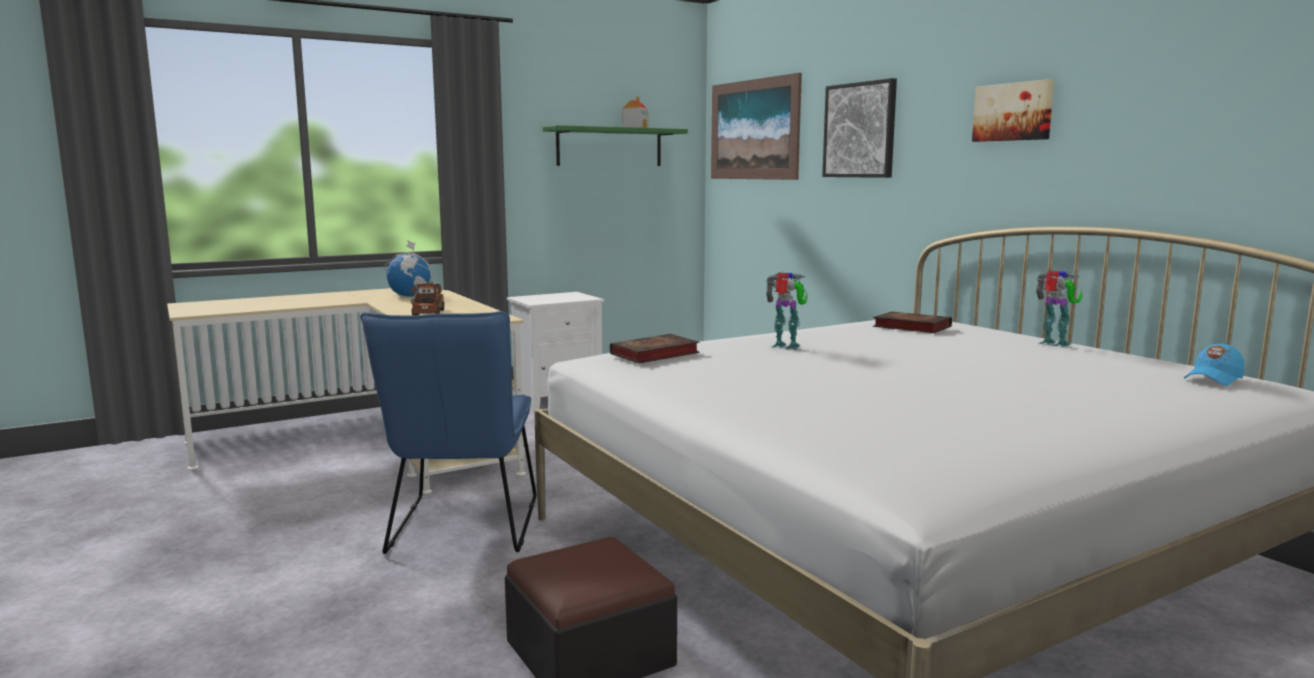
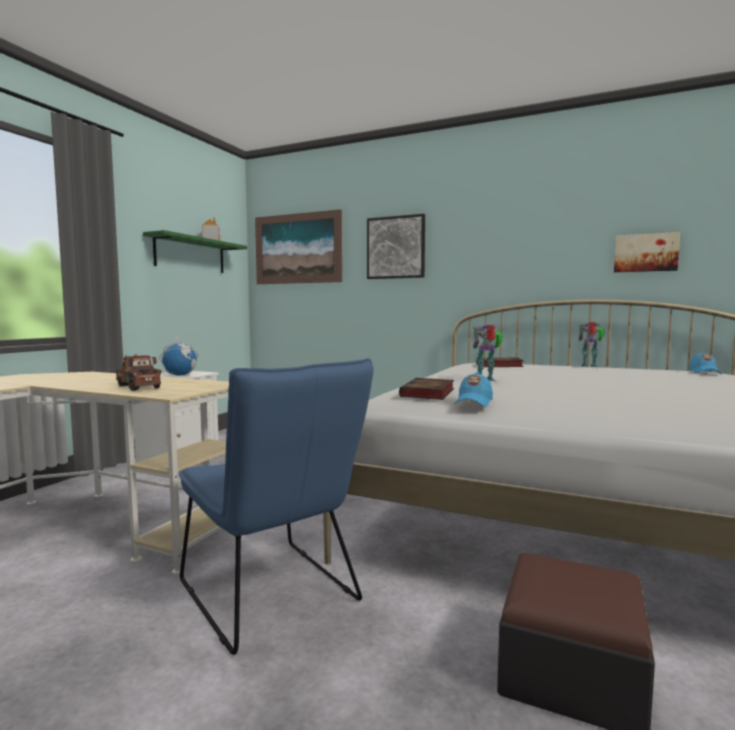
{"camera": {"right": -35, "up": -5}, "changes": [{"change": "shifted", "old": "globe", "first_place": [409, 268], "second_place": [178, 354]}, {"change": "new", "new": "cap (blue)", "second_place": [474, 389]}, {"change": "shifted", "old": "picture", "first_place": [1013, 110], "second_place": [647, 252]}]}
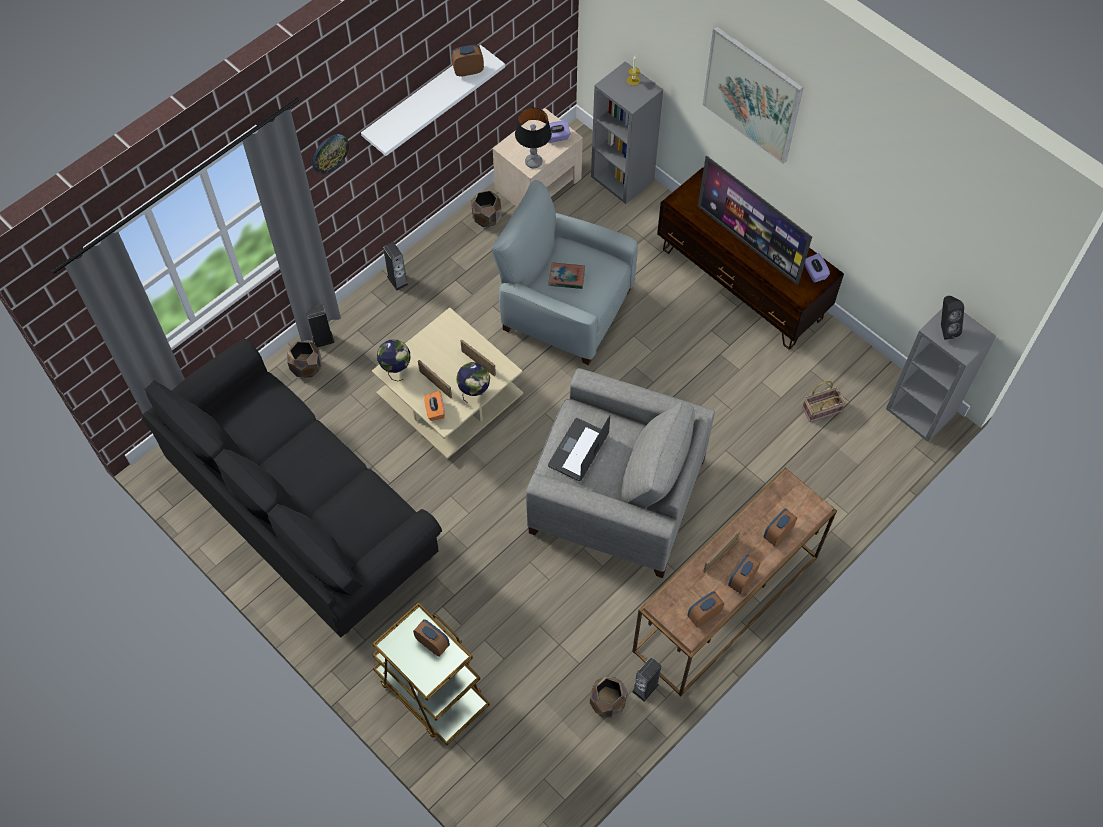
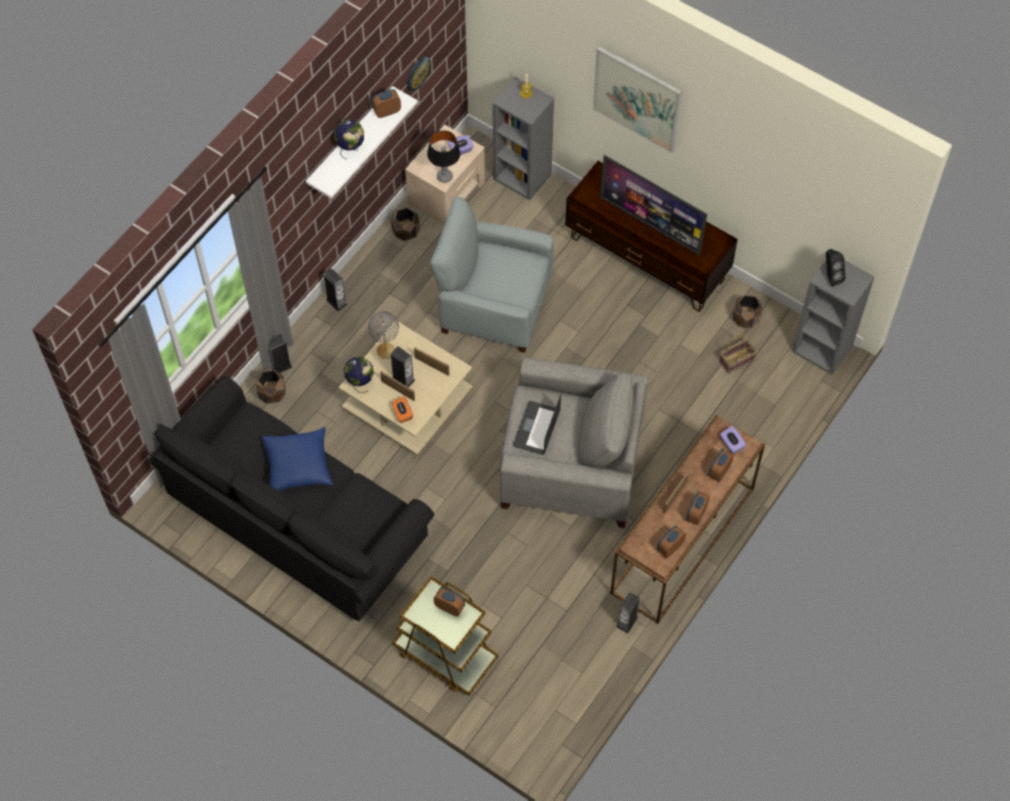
{"camera": {"right": -10, "up": 0}, "changes": [{"change": "new", "new": "pillow (blue)", "second_place": [297, 459]}, {"change": "shifted", "old": "globe", "first_place": [473, 382], "second_place": [349, 139]}, {"change": "new", "new": "table lamp (grey)", "second_place": [383, 335]}, {"change": "new", "new": "speaker", "second_place": [403, 366]}, {"change": "shifted", "old": "wall clock", "first_place": [330, 154], "second_place": [419, 74]}, {"change": "shifted", "old": "tissue box (purple)", "first_place": [817, 268], "second_place": [733, 440]}, {"change": "shifted", "old": "planter (brown)", "first_place": [609, 697], "second_place": [747, 311]}, {"change": "gone", "old": "book", "first_place": [566, 275]}]}
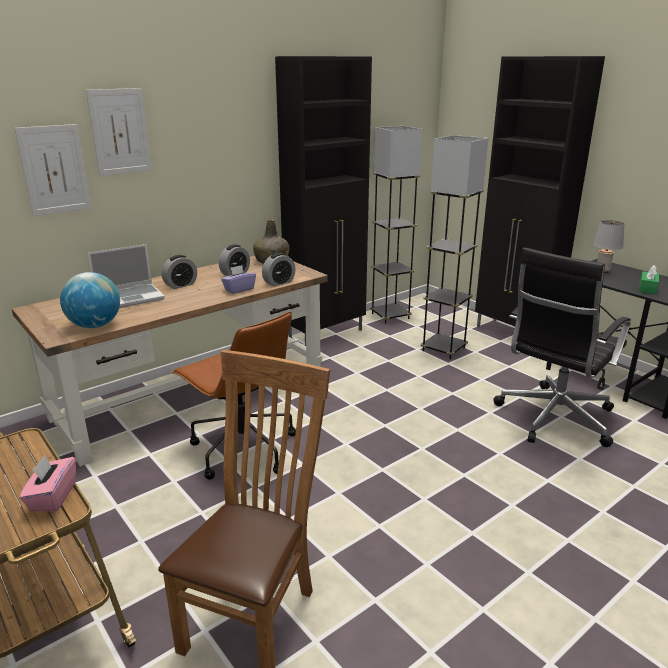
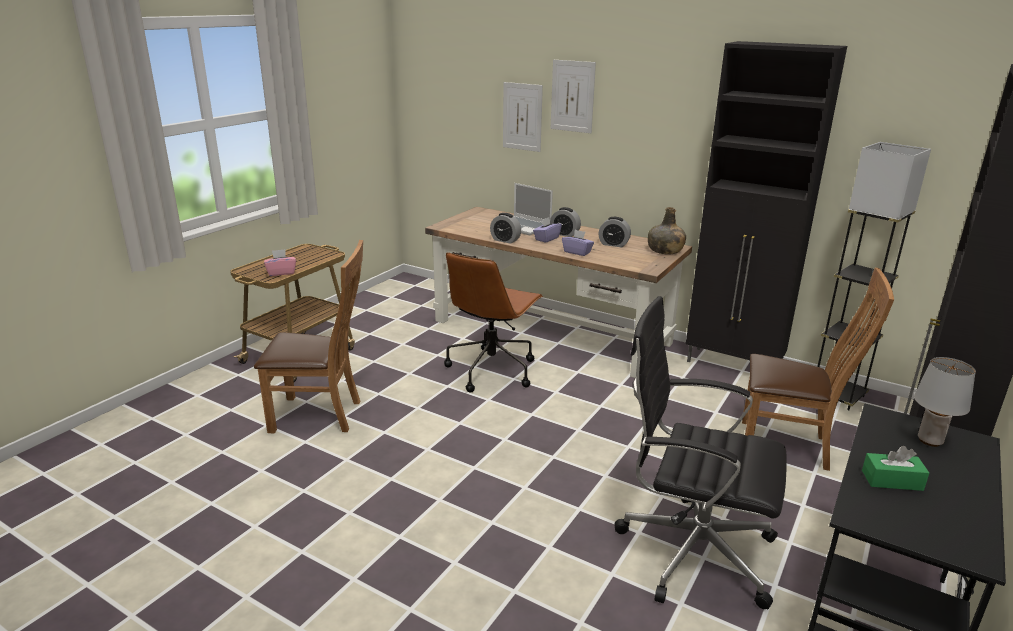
{"camera": {"right": 70, "up": 0}, "changes": [{"change": "shifted", "old": "alarm clock", "first_place": [278, 270], "second_place": [505, 228]}, {"change": "new", "new": "tissue box (purple)", "second_place": [547, 230]}, {"change": "swapped", "old": "floor lamp (grey)", "new": "chair (brown)", "first_place": [454, 247], "second_place": [818, 369]}, {"change": "gone", "old": "globe", "first_place": [90, 300]}]}
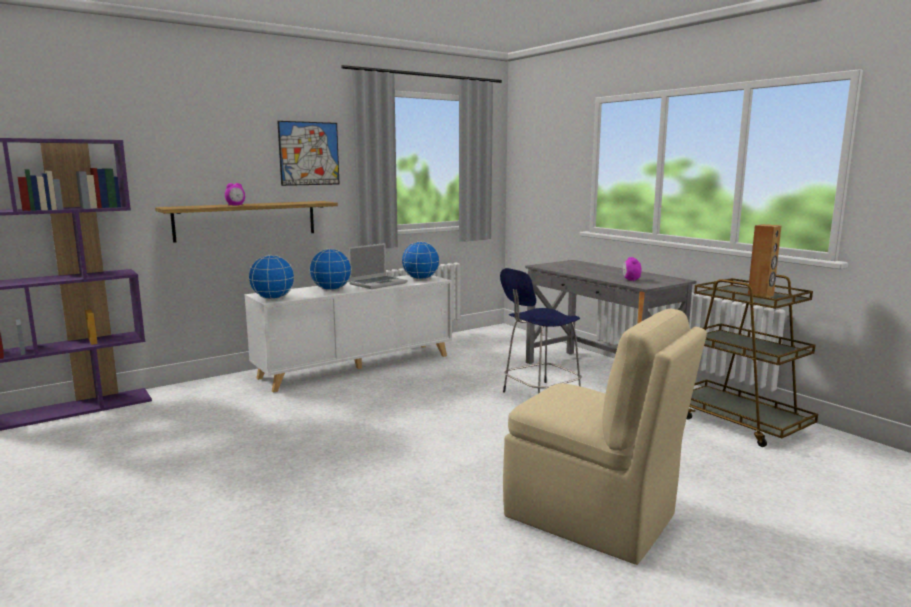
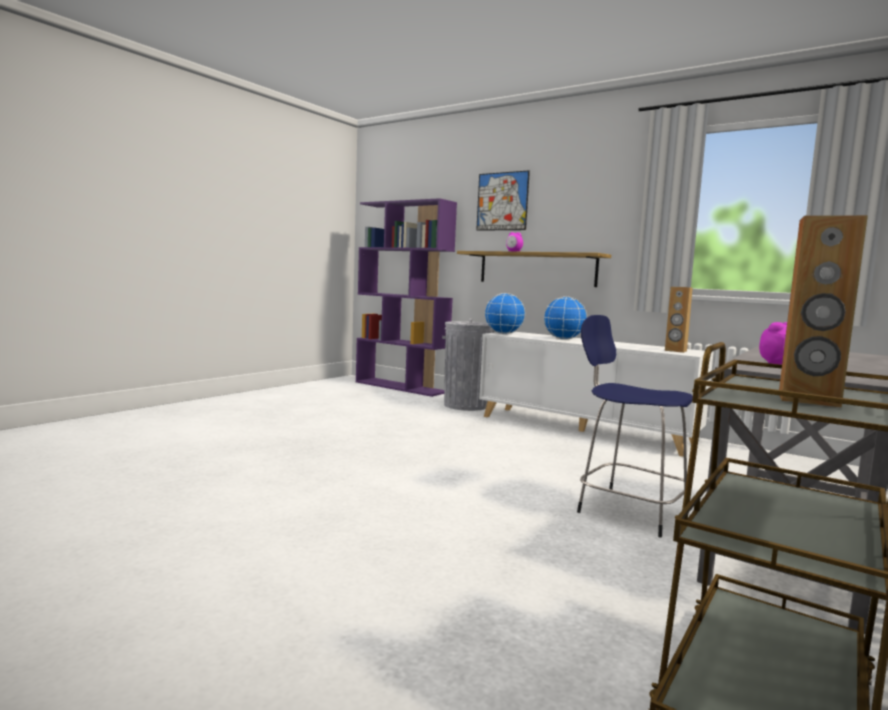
{"camera": {"right": 70, "up": -5}, "changes": [{"change": "new", "new": "trash can (grey)", "second_place": [468, 365]}, {"change": "shifted", "old": "picture", "first_place": [308, 153], "second_place": [503, 200]}, {"change": "swapped", "old": "globe", "new": "speaker (brown)", "first_place": [420, 260], "second_place": [679, 319]}, {"change": "gone", "old": "laptop", "first_place": [377, 266]}, {"change": "gone", "old": "chair (beige)", "first_place": [605, 436]}]}
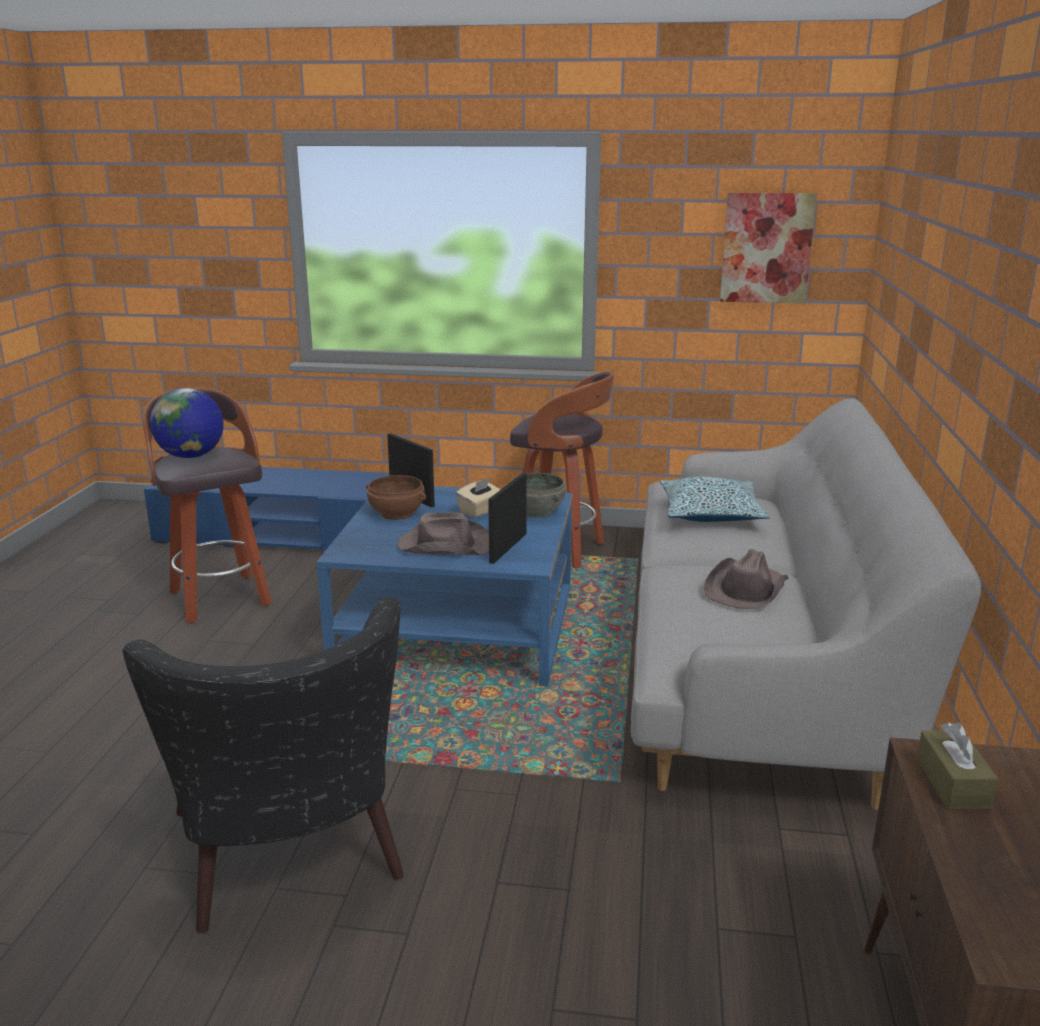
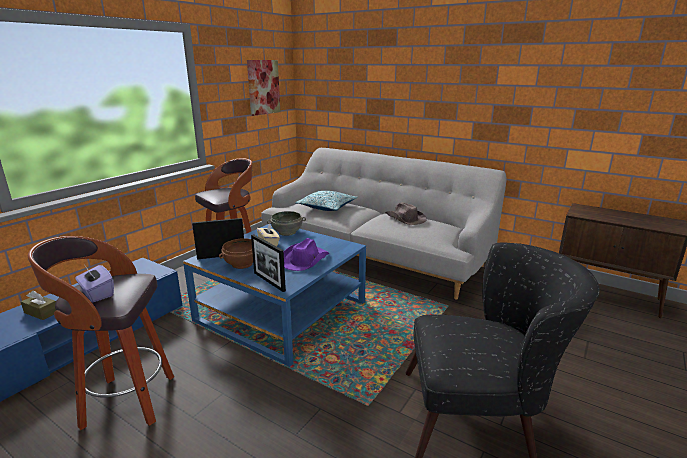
{"camera": {"right": -65, "up": 0}, "changes": [{"change": "shifted", "old": "tissue box (brown)", "first_place": [958, 765], "second_place": [38, 305]}, {"change": "swapped", "old": "globe", "new": "tissue box (purple)", "first_place": [187, 423], "second_place": [94, 283]}, {"change": "shifted", "old": "picture frame", "first_place": [507, 518], "second_place": [268, 263]}, {"change": "repainted", "old": "hat (brown)", "new": "hat (purple)", "first_place": [443, 533], "second_place": [307, 254]}]}
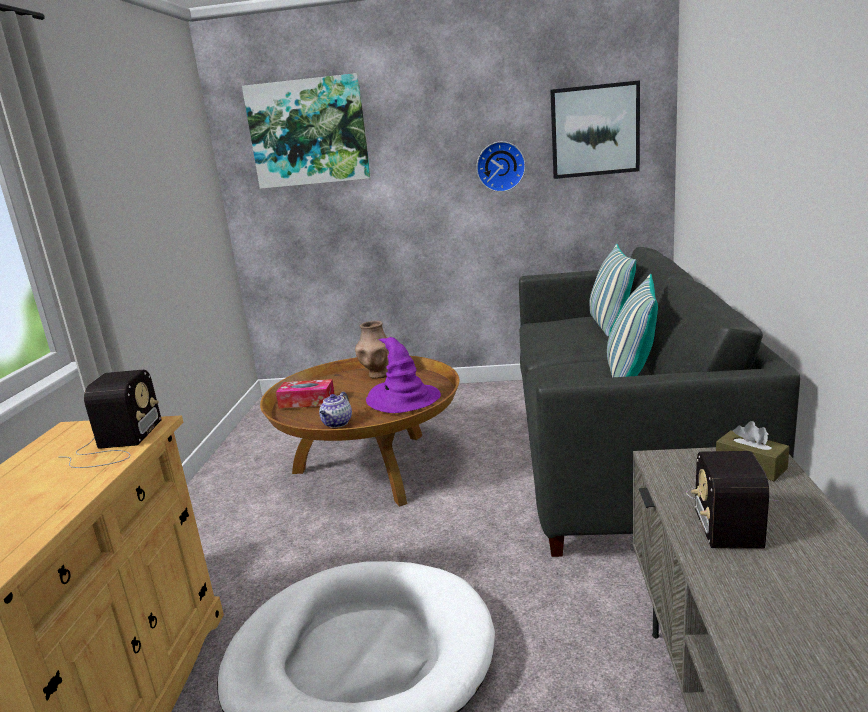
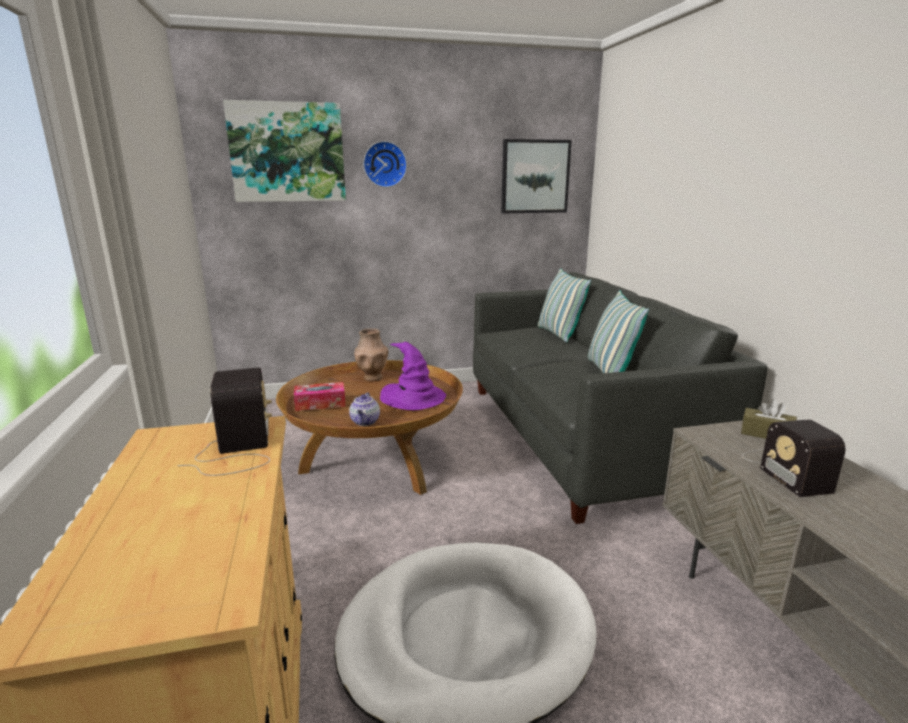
{"camera": {"right": -20, "up": 0}, "changes": [{"change": "shifted", "old": "wall clock", "first_place": [501, 166], "second_place": [385, 164]}]}
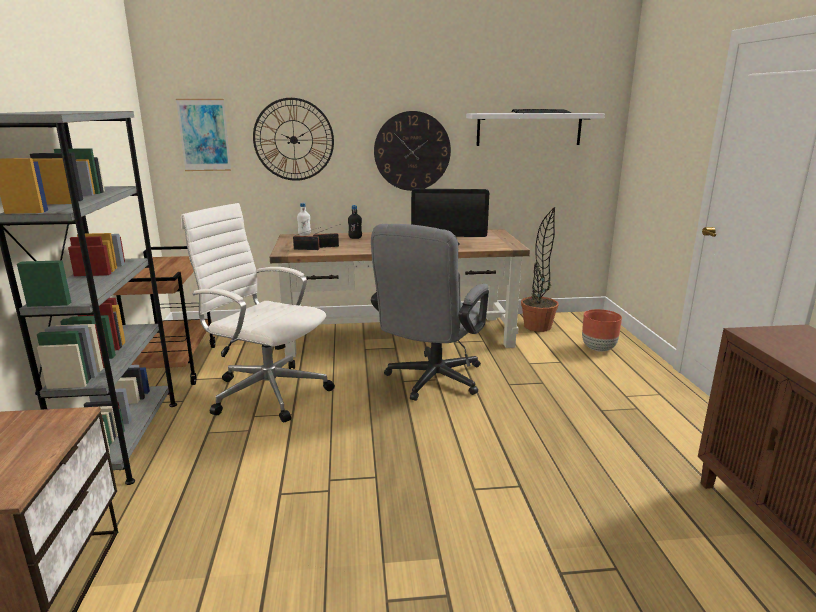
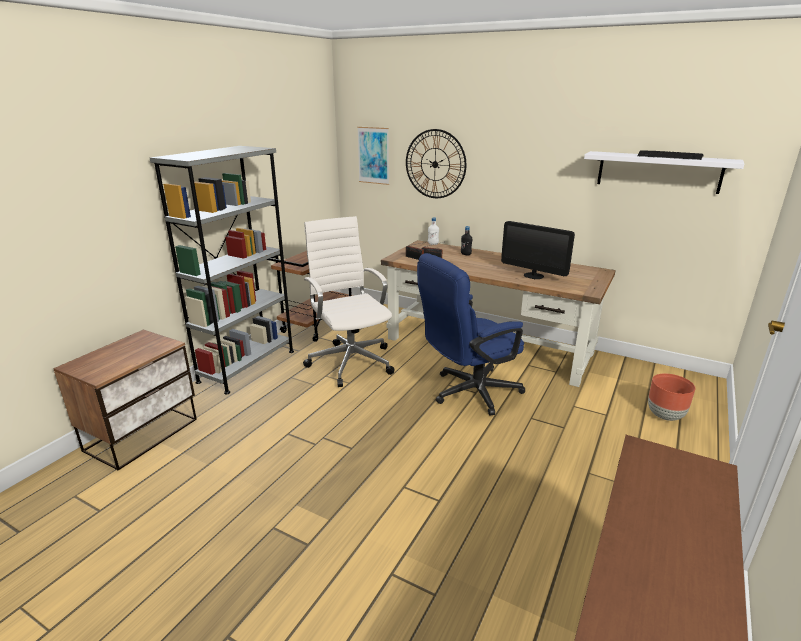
{"camera": {"right": 35, "up": 5}, "changes": [{"change": "repainted", "old": "office chair (grey)", "new": "office chair (blue)", "first_place": [430, 312], "second_place": [471, 334]}, {"change": "gone", "old": "wall clock", "first_place": [412, 151]}, {"change": "gone", "old": "potted plant", "first_place": [540, 269]}]}
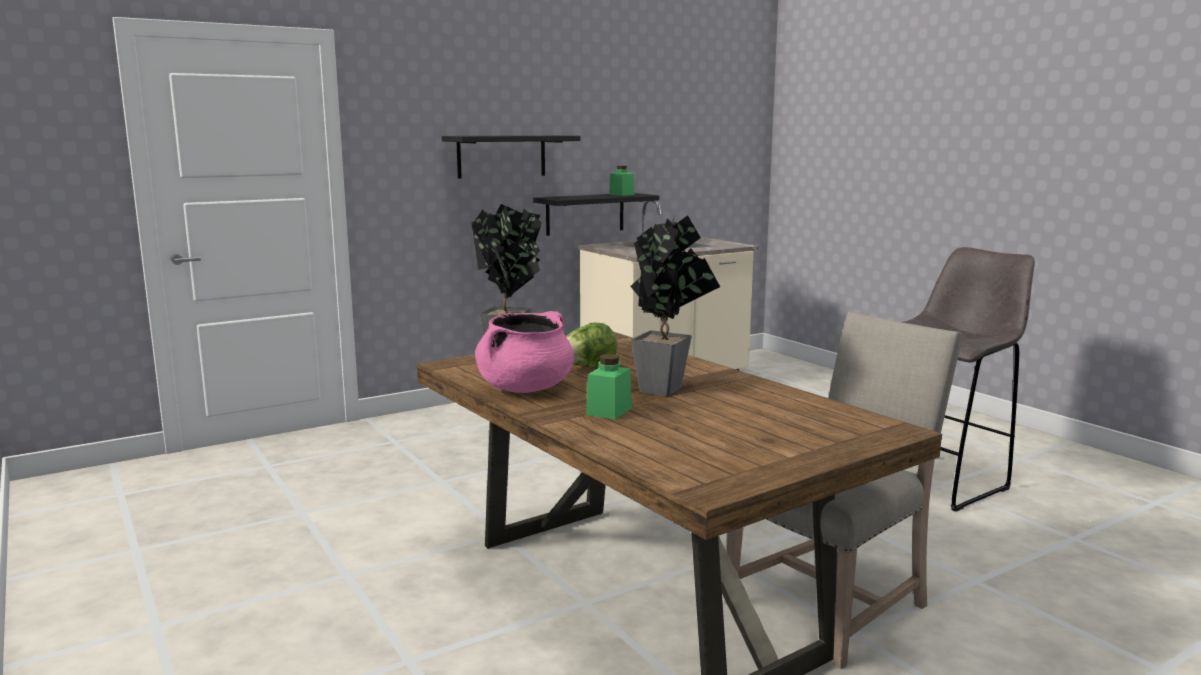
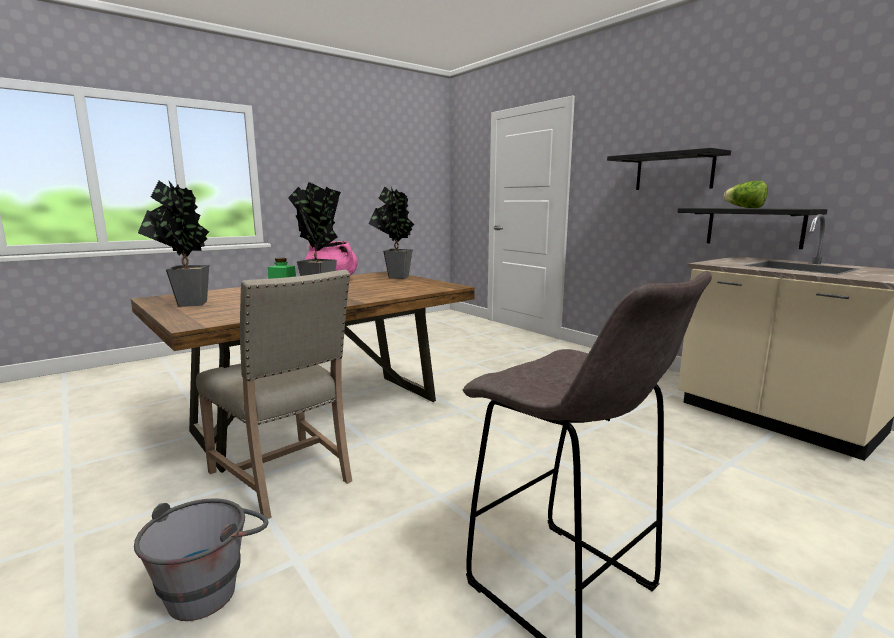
{"camera": {"right": 85, "up": 0}, "changes": [{"change": "new", "new": "bucket (grey)", "second_place": [201, 559]}, {"change": "new", "new": "potted plant", "second_place": [173, 244]}, {"change": "shifted", "old": "lettuce", "first_place": [592, 345], "second_place": [746, 194]}, {"change": "gone", "old": "jar (green)", "first_place": [621, 181]}]}
